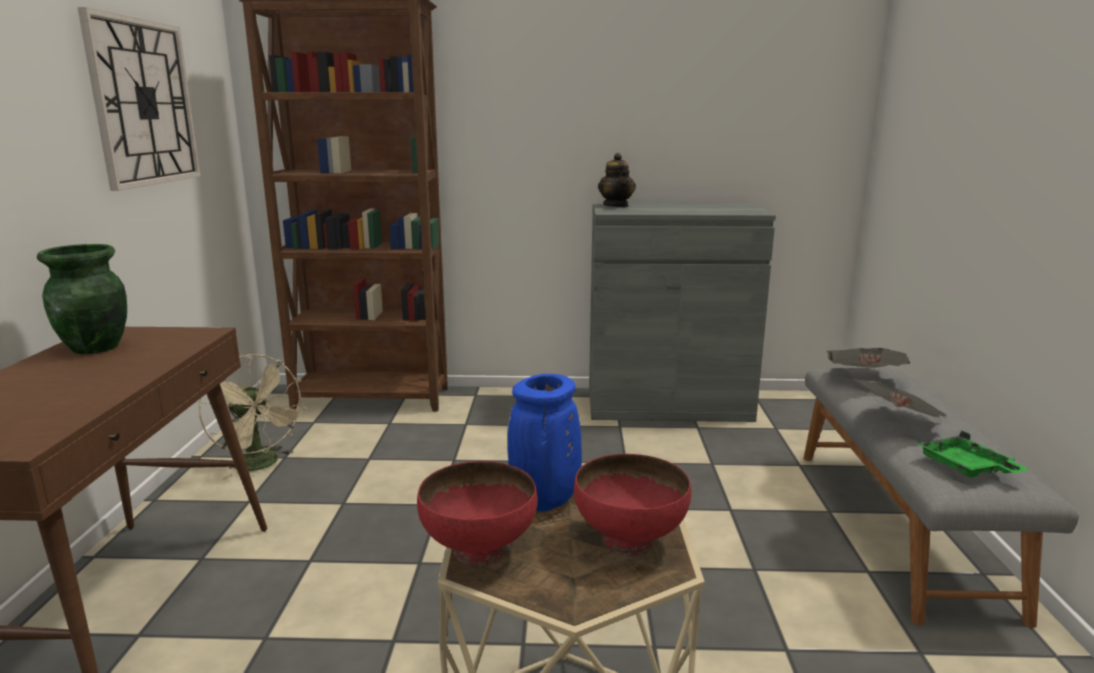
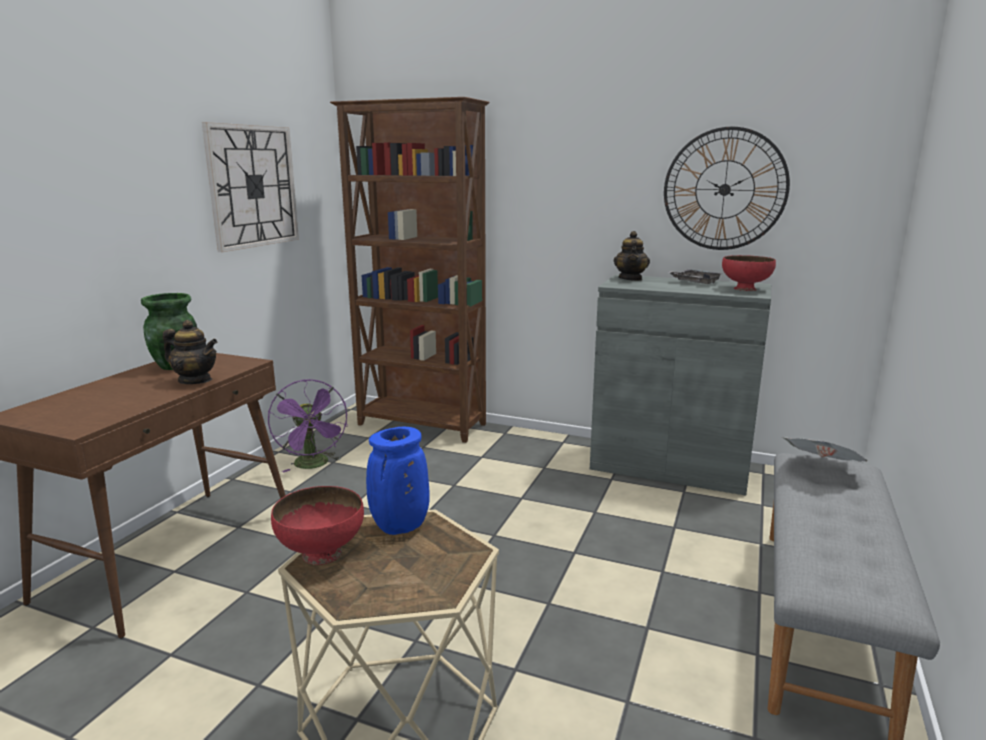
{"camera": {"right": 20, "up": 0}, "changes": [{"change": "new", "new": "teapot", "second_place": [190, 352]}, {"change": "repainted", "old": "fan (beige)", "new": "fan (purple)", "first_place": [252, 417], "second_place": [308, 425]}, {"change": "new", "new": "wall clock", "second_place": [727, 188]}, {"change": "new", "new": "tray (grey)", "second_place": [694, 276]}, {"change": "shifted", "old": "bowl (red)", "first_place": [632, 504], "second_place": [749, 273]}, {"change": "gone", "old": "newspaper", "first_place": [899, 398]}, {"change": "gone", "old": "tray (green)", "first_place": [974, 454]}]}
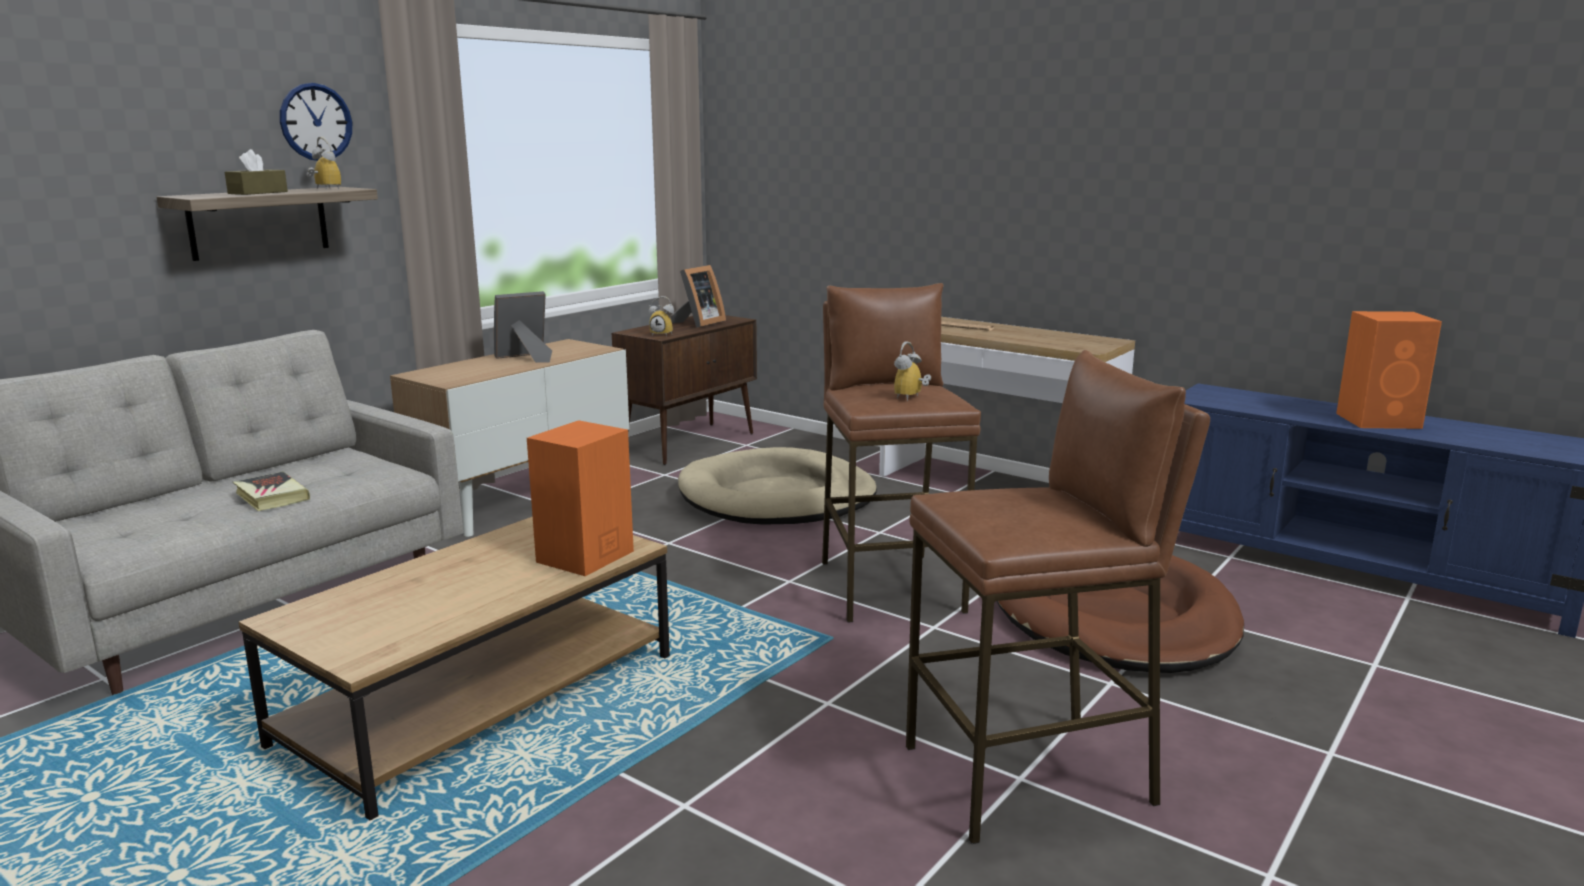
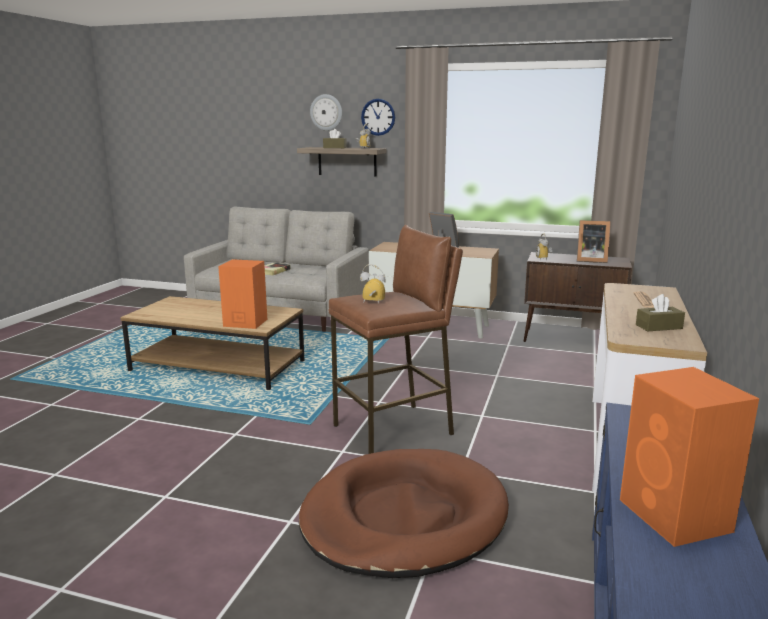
{"camera": {"right": 70, "up": 0}, "changes": [{"change": "new", "new": "wall clock", "second_place": [326, 112]}, {"change": "new", "new": "tissue box (brown)", "second_place": [660, 312]}, {"change": "gone", "old": "dog bed (beige)", "first_place": [777, 486]}, {"change": "gone", "old": "stool (brown)", "first_place": [1058, 597]}]}
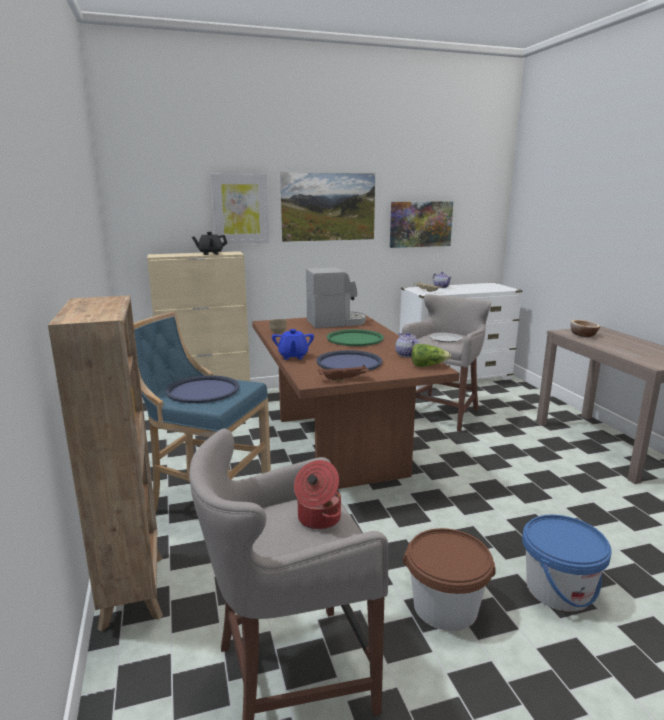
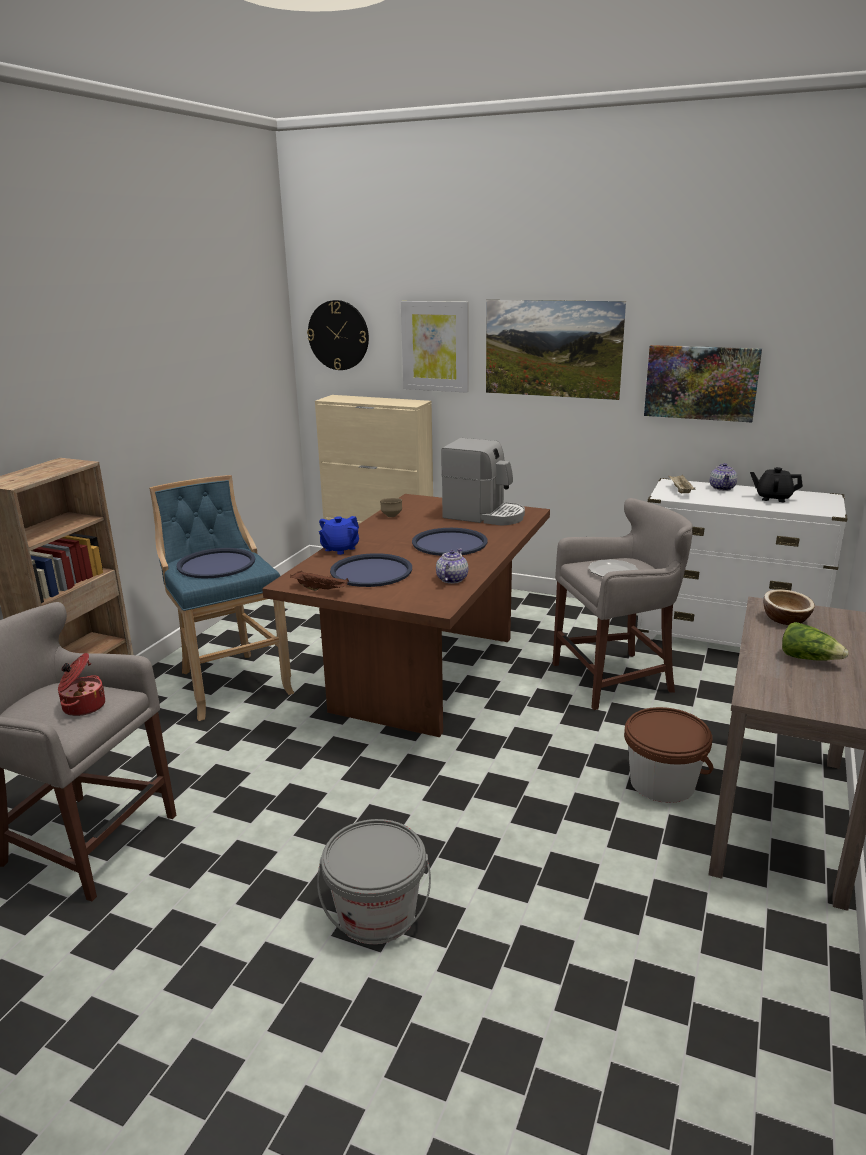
{"camera": {"right": 40, "up": 5}, "changes": [{"change": "new", "new": "wall clock", "second_place": [338, 335]}, {"change": "repainted", "old": "bucket (blue)", "new": "bucket (grey)", "first_place": [567, 563], "second_place": [374, 881]}, {"change": "repainted", "old": "tray (green)", "new": "tray (blue)", "first_place": [355, 337], "second_place": [450, 542]}, {"change": "shifted", "old": "bucket (brown)", "first_place": [449, 579], "second_place": [668, 755]}, {"change": "shifted", "old": "teapot (black)", "first_place": [209, 243], "second_place": [776, 484]}, {"change": "shifted", "old": "lettuce", "first_place": [431, 355], "second_place": [815, 641]}]}
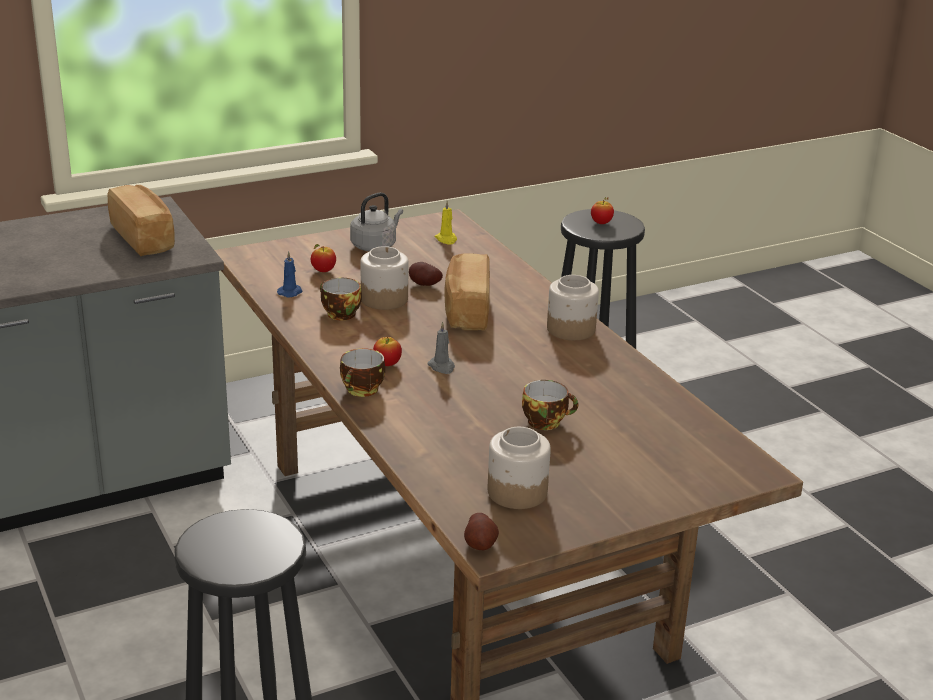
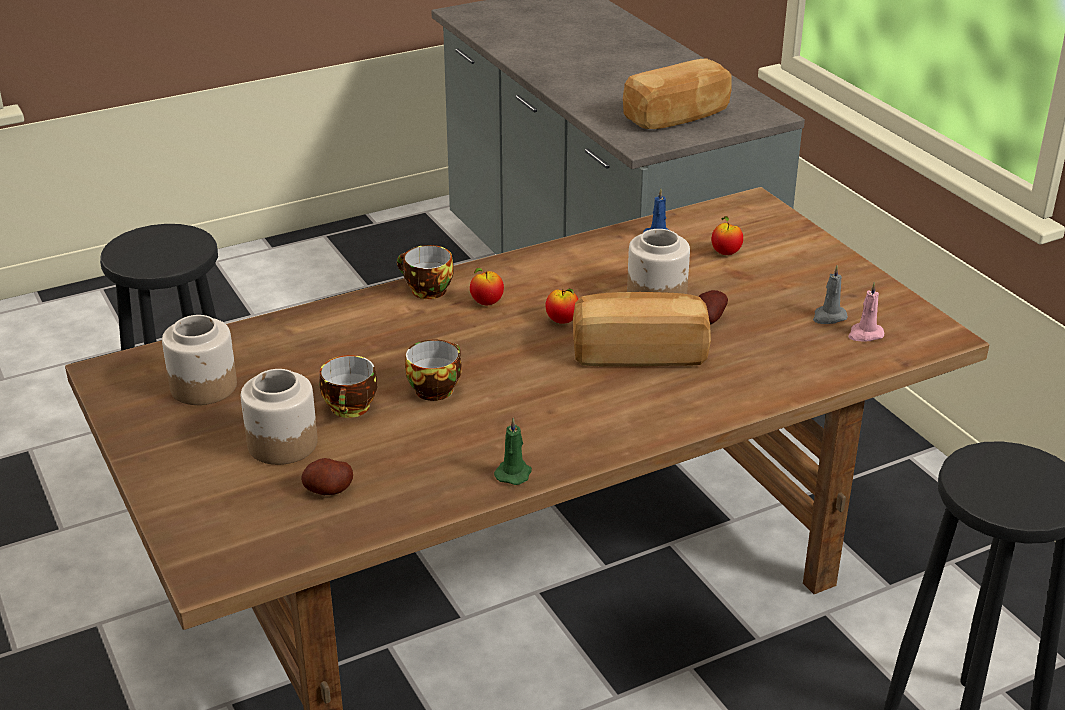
{"camera": {"right": 90, "up": 5}, "changes": [{"change": "shifted", "old": "jar", "first_place": [573, 307], "second_place": [279, 417]}, {"change": "shifted", "old": "potato", "first_place": [481, 531], "second_place": [327, 476]}, {"change": "shifted", "old": "cup", "first_place": [341, 299], "second_place": [433, 370]}, {"change": "new", "new": "candle (green)", "second_place": [513, 451]}, {"change": "shifted", "old": "apple", "first_place": [602, 210], "second_place": [562, 306]}, {"change": "shifted", "old": "candle (grey)", "first_place": [441, 348], "second_place": [830, 294]}, {"change": "repainted", "old": "candle (yellow)", "new": "candle (pink)", "first_place": [446, 223], "second_place": [866, 311]}, {"change": "gone", "old": "kettle (grey)", "first_place": [376, 221]}]}
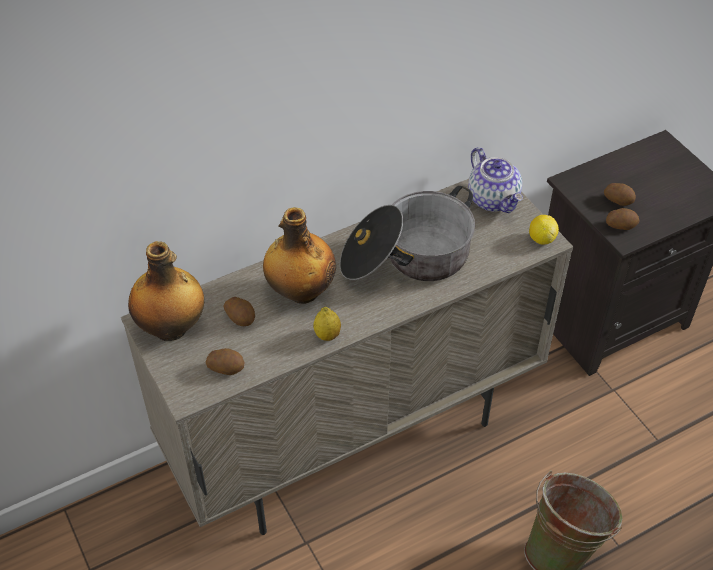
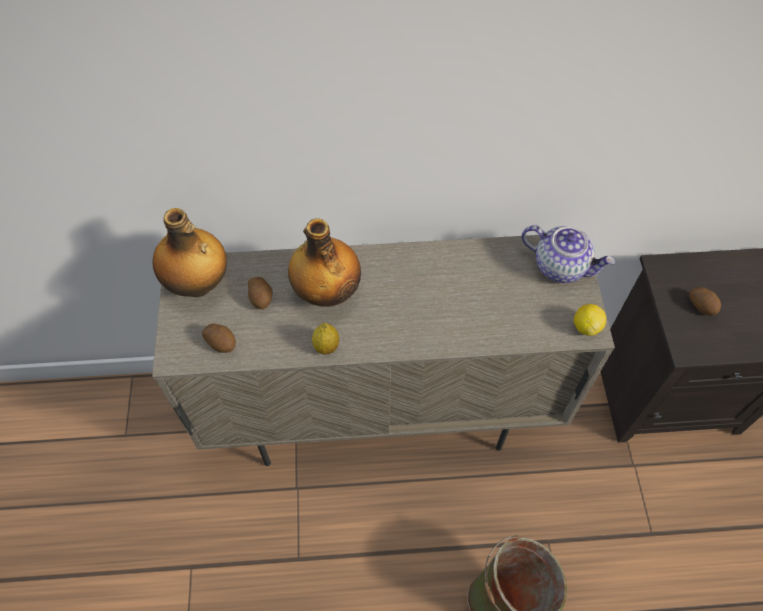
{"camera": {"right": 25, "up": 10}, "changes": [{"change": "rotated", "old": "teapot", "first_place": [495, 180], "second_place": [568, 254], "degrees": -60}, {"change": "gone", "old": "cooking pot", "first_place": [407, 233]}, {"change": "gone", "old": "potato", "first_place": [623, 219]}]}
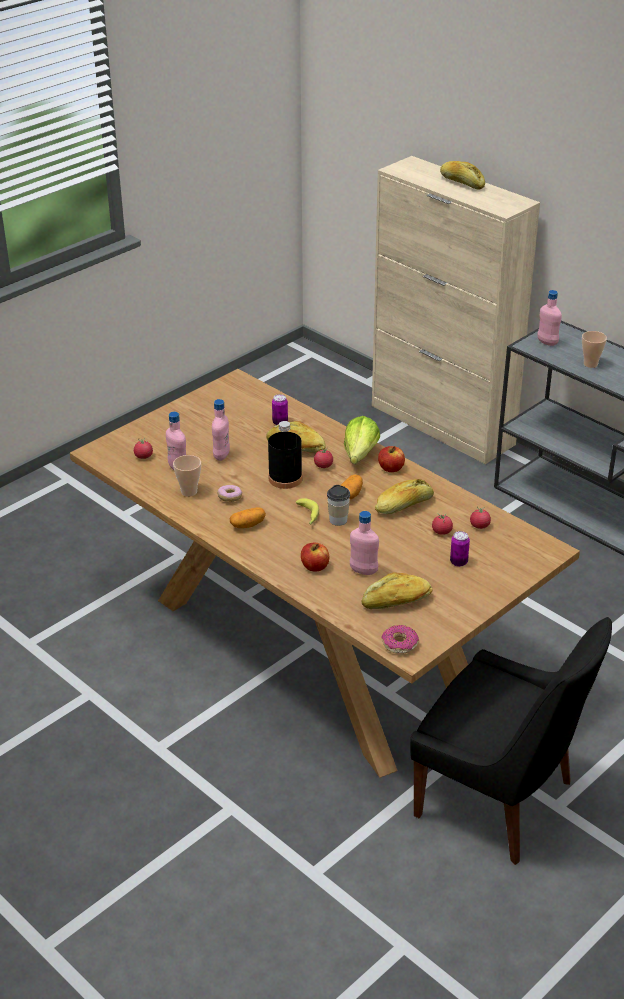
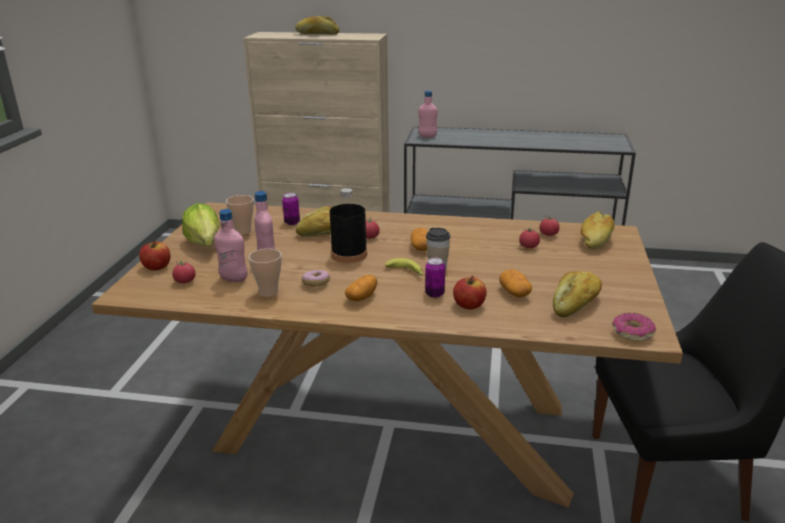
{"camera": {"right": -35, "up": -10}, "changes": [{"change": "shifted", "old": "apple", "first_place": [391, 459], "second_place": [155, 255]}, {"change": "shifted", "old": "lettuce", "first_place": [362, 440], "second_place": [201, 225]}, {"change": "shifted", "old": "cup", "first_place": [594, 349], "second_place": [240, 215]}, {"change": "shifted", "old": "can", "first_place": [460, 549], "second_place": [435, 278]}, {"change": "swapped", "old": "bottle (pink)", "new": "potato", "first_place": [364, 543], "second_place": [515, 283]}, {"change": "shifted", "old": "bread", "first_place": [404, 496], "second_place": [597, 230]}]}
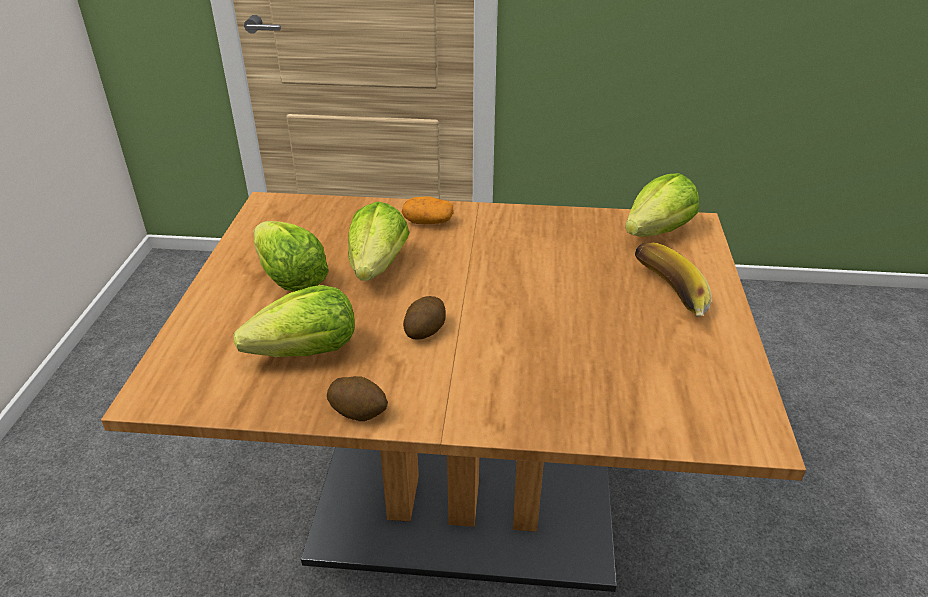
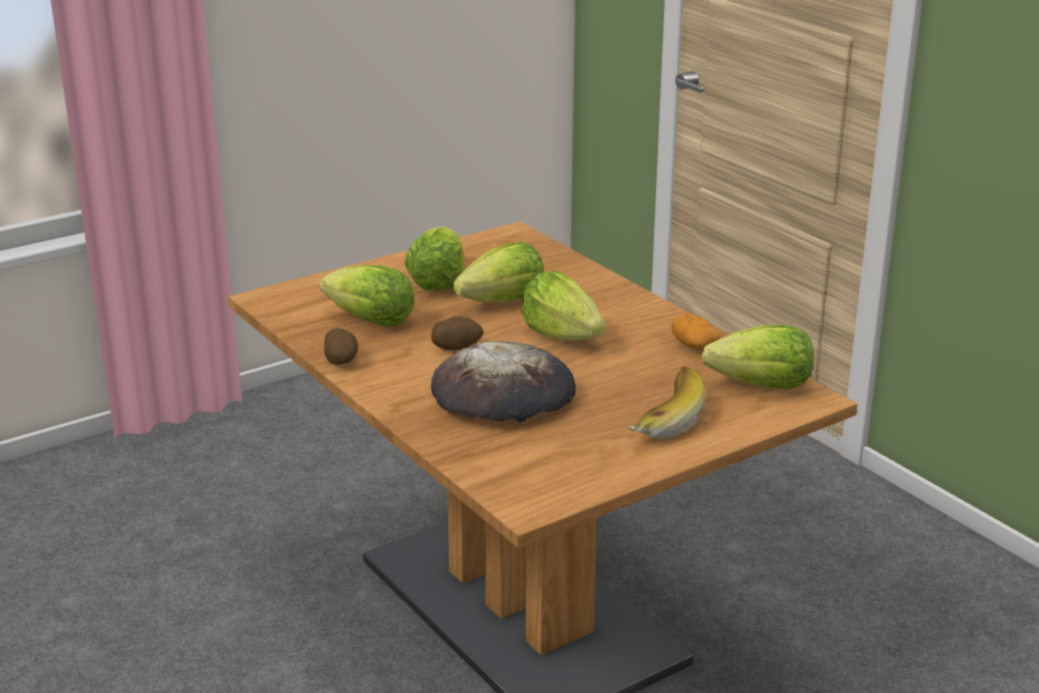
{"camera": {"right": 50, "up": -10}, "changes": [{"change": "new", "new": "bread", "second_place": [503, 382]}, {"change": "new", "new": "lettuce", "second_place": [563, 306]}, {"change": "shifted", "old": "potato", "first_place": [428, 210], "second_place": [696, 332]}]}
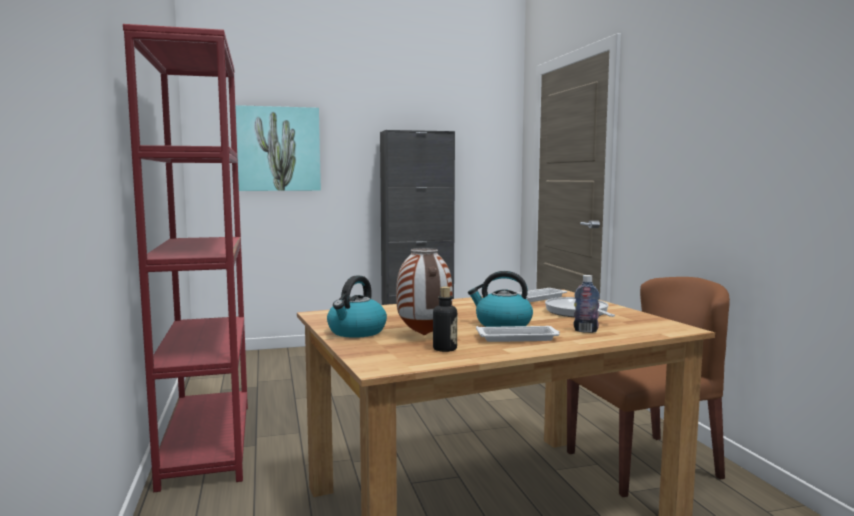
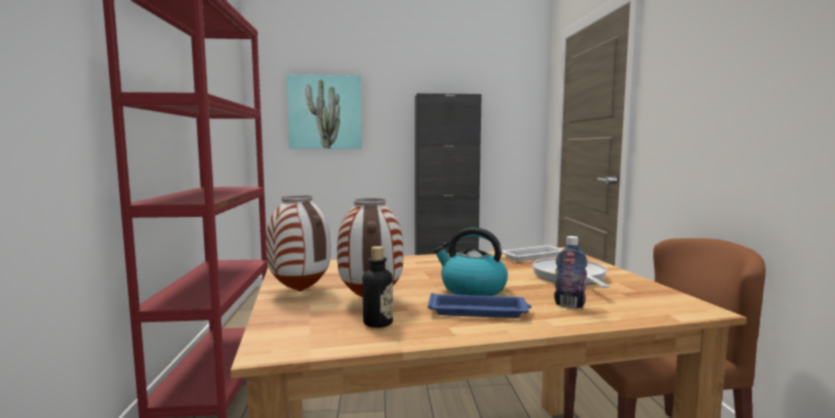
{"camera": {"right": 10, "up": 0}, "changes": [{"change": "swapped", "old": "kettle", "new": "vase", "first_place": [357, 306], "second_place": [298, 243]}, {"change": "repainted", "old": "tray (white)", "new": "tray (blue)", "first_place": [518, 334], "second_place": [480, 305]}]}
